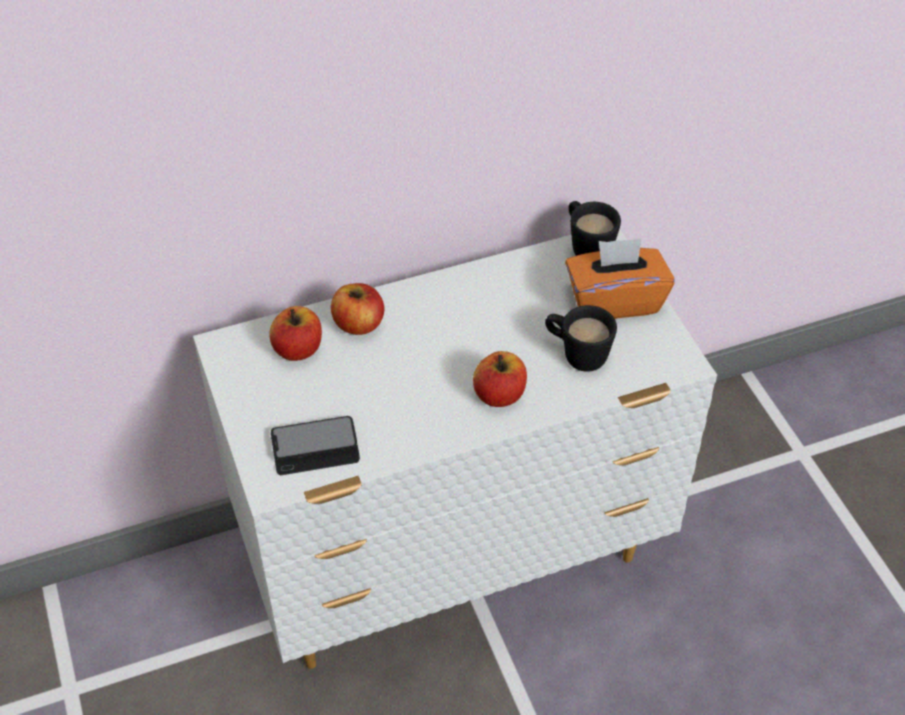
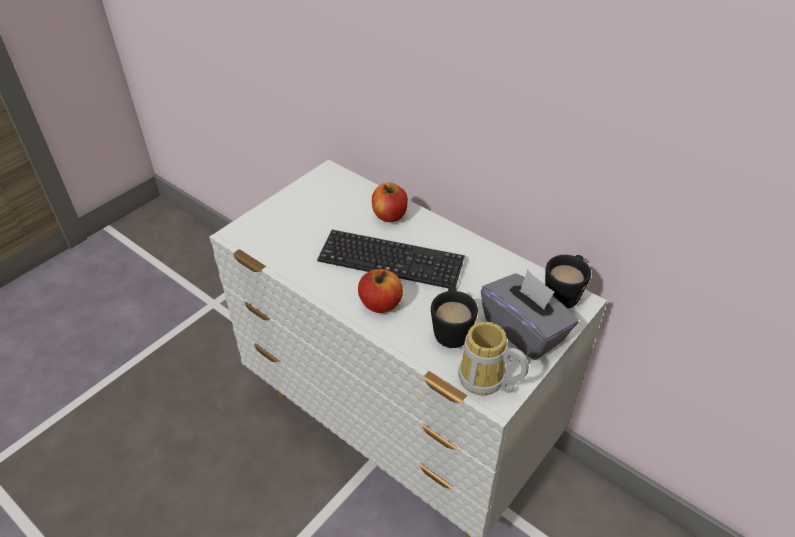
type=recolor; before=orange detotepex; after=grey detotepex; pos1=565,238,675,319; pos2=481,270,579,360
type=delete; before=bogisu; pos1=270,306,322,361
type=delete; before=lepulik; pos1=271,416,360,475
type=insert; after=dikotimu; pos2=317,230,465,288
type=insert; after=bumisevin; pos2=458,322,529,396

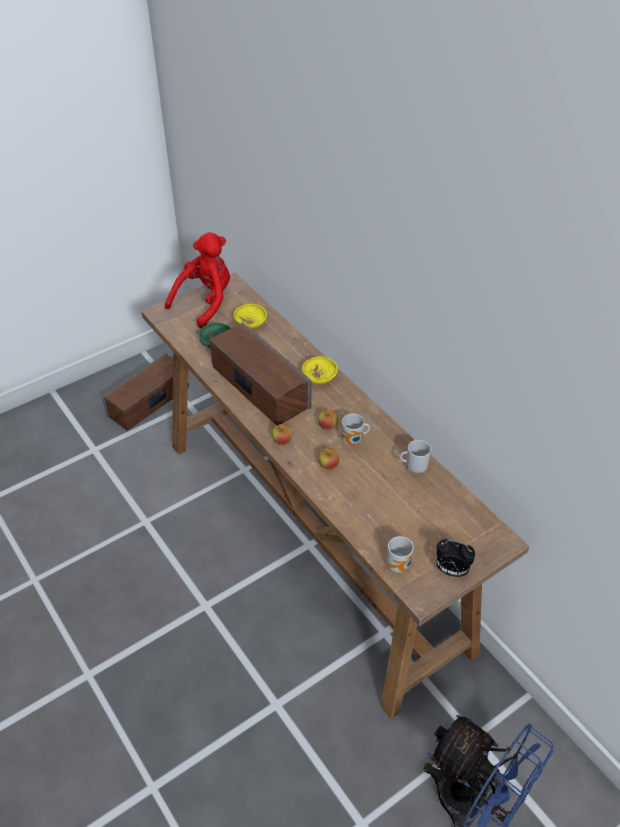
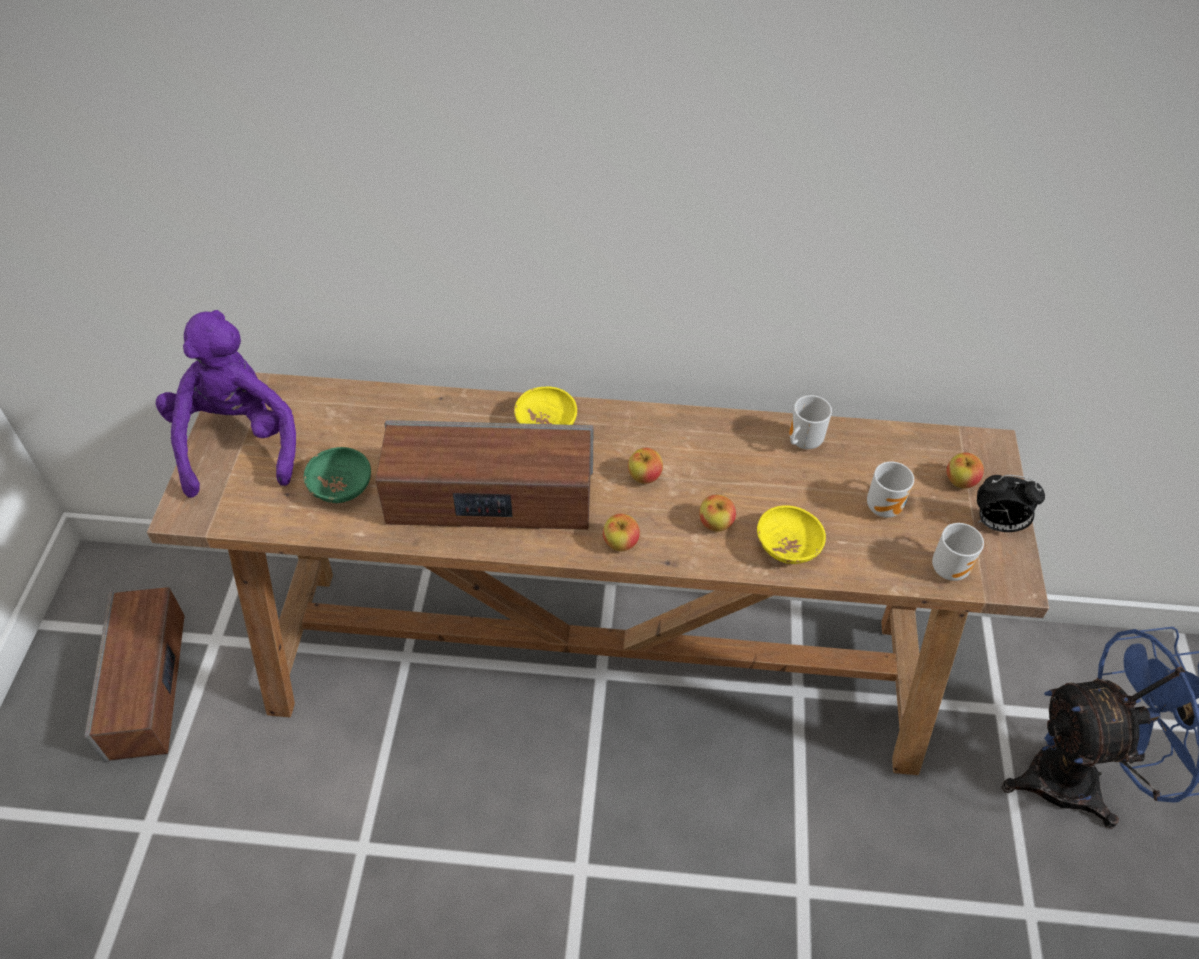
type=recolor; before=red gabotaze; after=purple gabotaze; pos1=165,232,230,328; pos2=156,310,296,498
type=move; before=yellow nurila; pos1=234,304,267,329; pos2=757,505,826,564
type=move; before=bumisevin; pos1=342,413,370,446; pos2=867,462,914,518
type=rotate; before=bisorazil; pos1=436,539,475,577; pos2=977,475,1045,532; turn=45
type=insert; after=bogisu; pos2=947,452,984,489

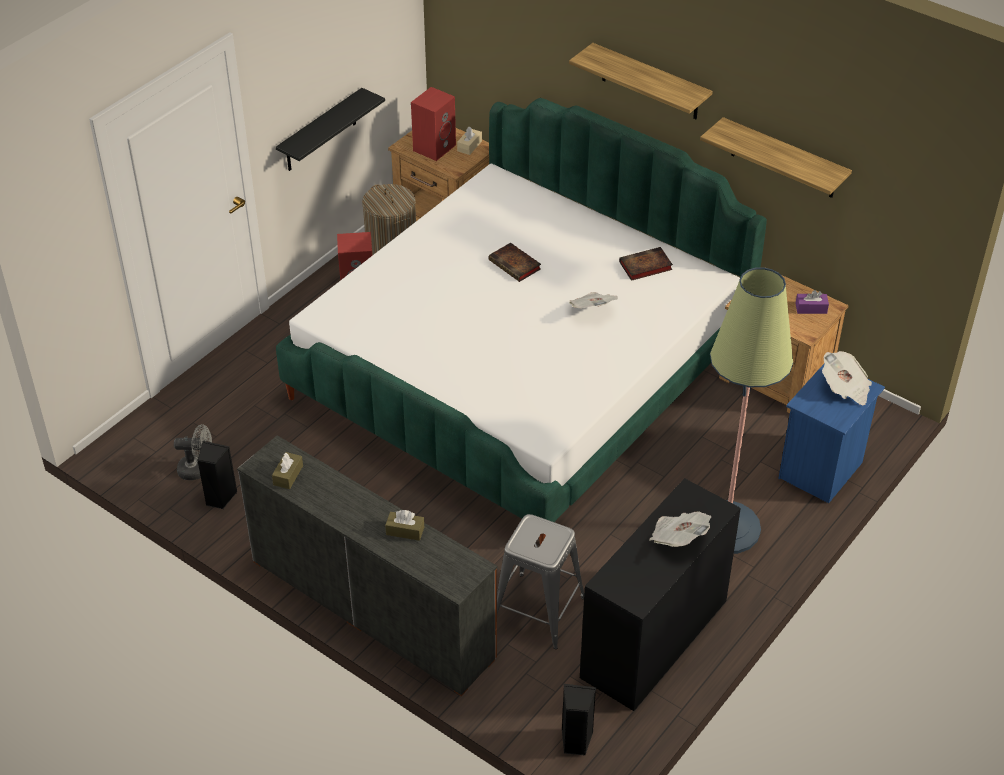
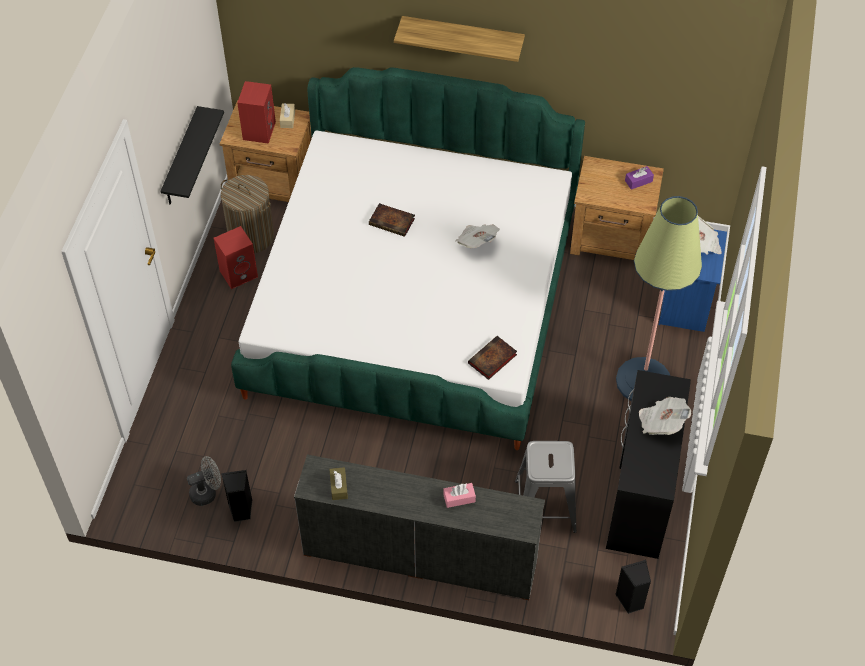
type=delete; before=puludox; pos1=700,117,852,198
type=move; before=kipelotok; pos1=619,247,673,281; pos2=468,336,517,380
type=recolor; before=brown detotepex; after=pink detotepex; pos1=385,510,424,541; pos2=443,483,476,508

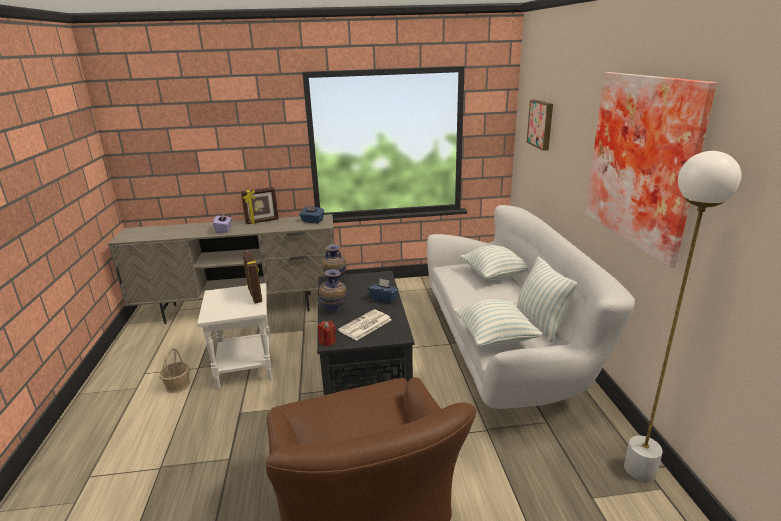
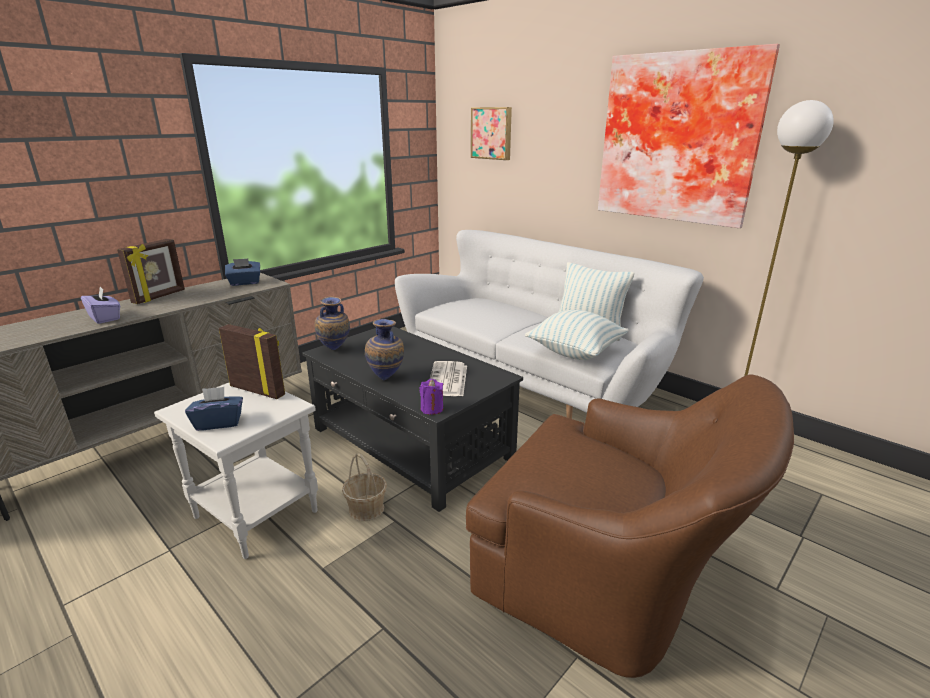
type=delete; before=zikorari; pos1=460,245,528,281
type=move; before=blue detotepex; pos1=368,279,398,303; pos2=185,387,243,431
type=recolor; before=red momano; after=purple momano; pos1=318,321,336,346; pos2=420,379,444,415
type=move; before=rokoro; pos1=159,348,190,393; pos2=342,453,387,521

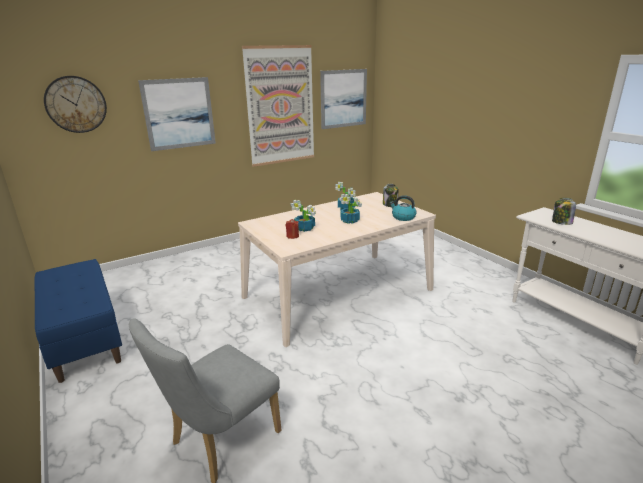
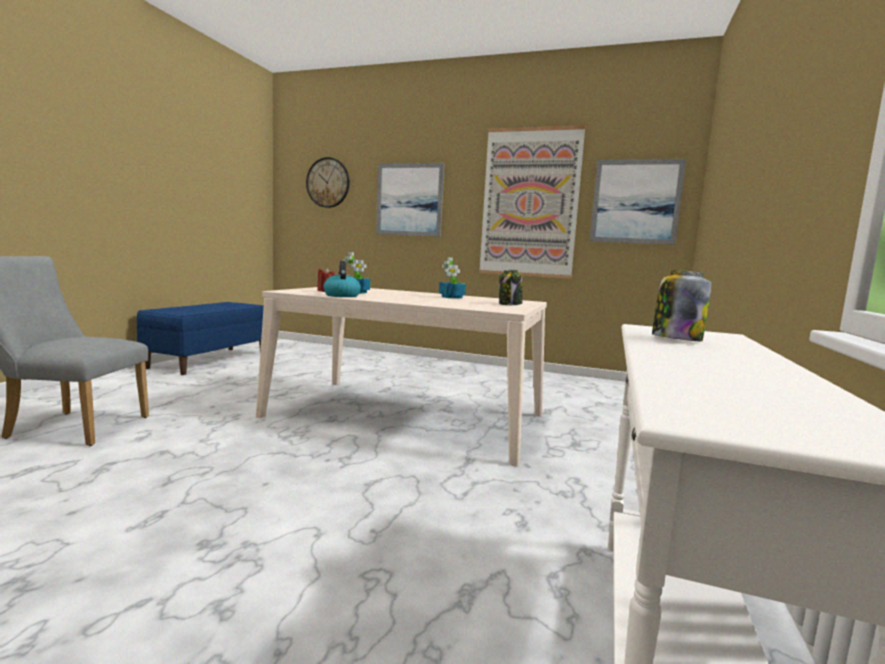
type=delete; before=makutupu; pos1=339,194,362,224
type=move; before=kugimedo; pos1=389,195,417,221; pos2=323,261,361,297

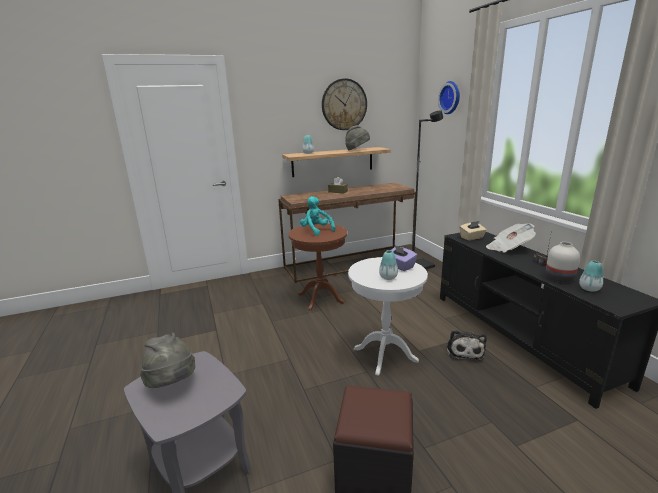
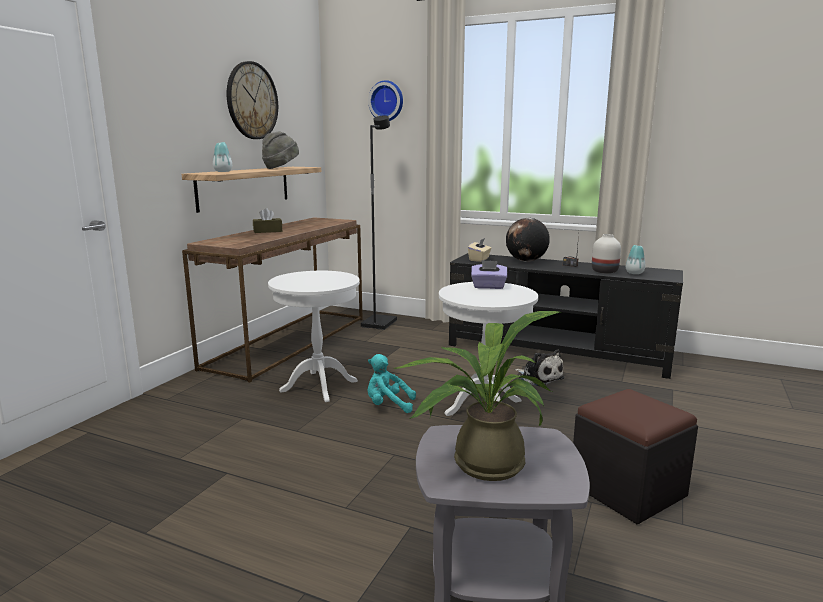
type=move; before=turquoise gabotaze; pos1=300,196,335,236; pos2=367,354,416,413
type=replace; before=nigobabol; after=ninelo; pos1=486,223,536,252; pos2=506,218,550,262
type=recolor; before=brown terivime; after=white terivime; pos1=288,224,347,311; pos2=268,271,360,402
type=delete; before=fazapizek; pos1=379,250,398,280
type=replace; before=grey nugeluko; after=makutupu; pos1=140,333,195,388; pos2=393,311,561,481

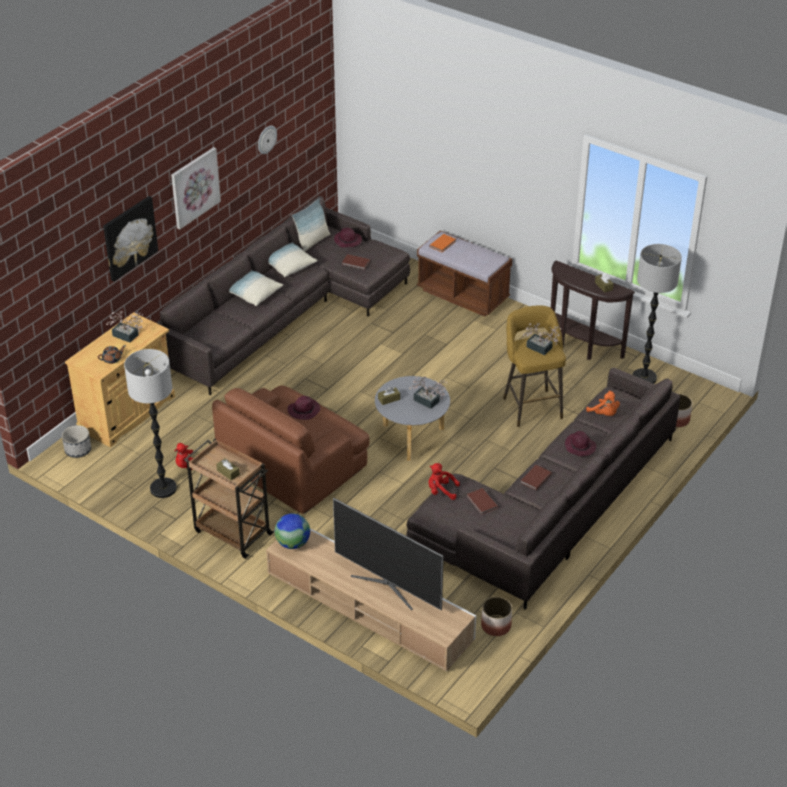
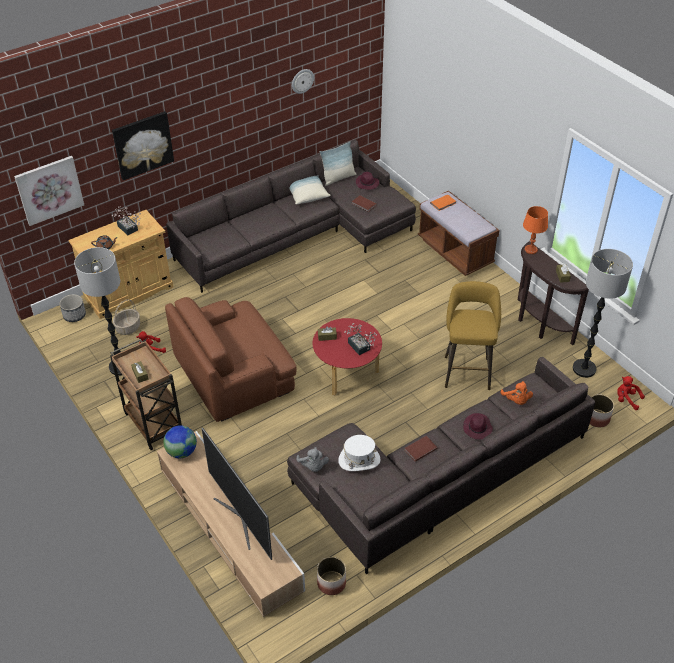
type=move; before=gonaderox; pos1=171,147,221,229; pos2=14,156,84,226
type=delete; before=zikorari; pos1=229,270,283,306
type=delete; before=makutupu; pos1=523,323,561,355
type=recolor; before=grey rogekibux; after=red rogekibux; pos1=375,376,450,461; pos2=313,318,382,396
type=delete; before=purple nugeluko; pos1=288,396,320,420
type=move; before=red gabotaze; pos1=428,463,460,500; pos2=617,376,645,410
type=replace; before=brown kipelotok; after=white nugeluko; pos1=467,488,498,514; pos2=338,435,380,471
type=insert; after=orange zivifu; pos2=523,206,548,254
type=insert; after=rokoro; pos2=113,299,140,335
type=insert; after=grey gabotaze; pos2=296,447,329,472

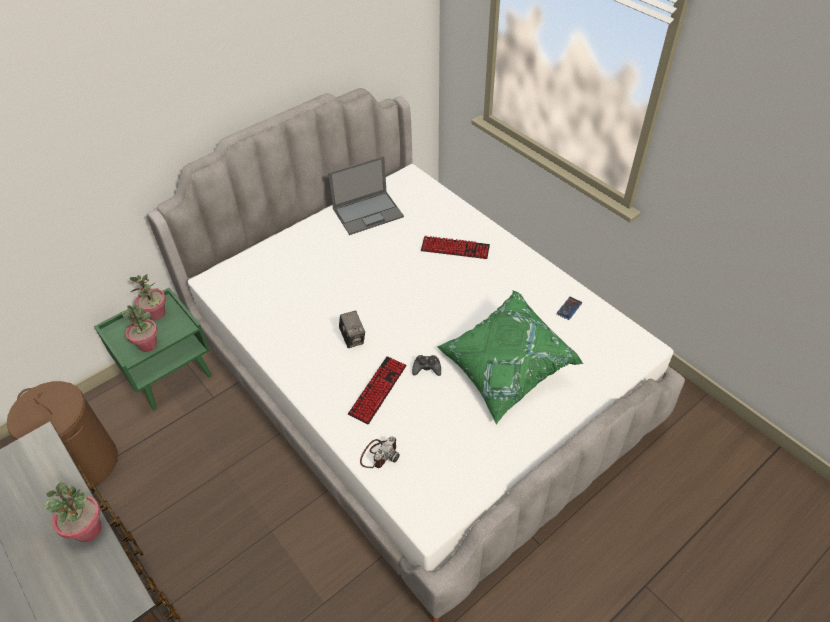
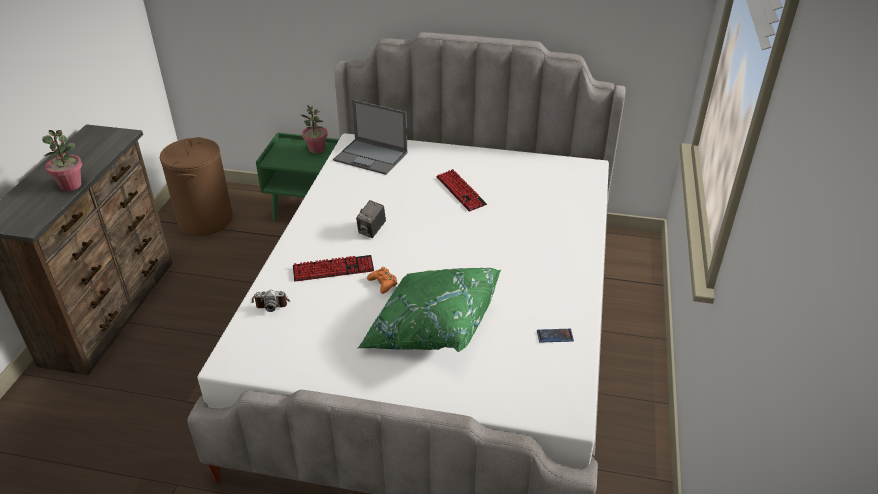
type=move; before=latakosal; pos1=328,156,404,235; pos2=333,100,408,175
type=move; before=dikotimu; pos1=421,236,490,259; pos2=436,169,487,212
type=delete; before=makutupu; pos1=122,305,158,352
type=recolor; before=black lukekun; after=orange lukekun; pos1=412,355,441,376; pos2=367,267,397,294

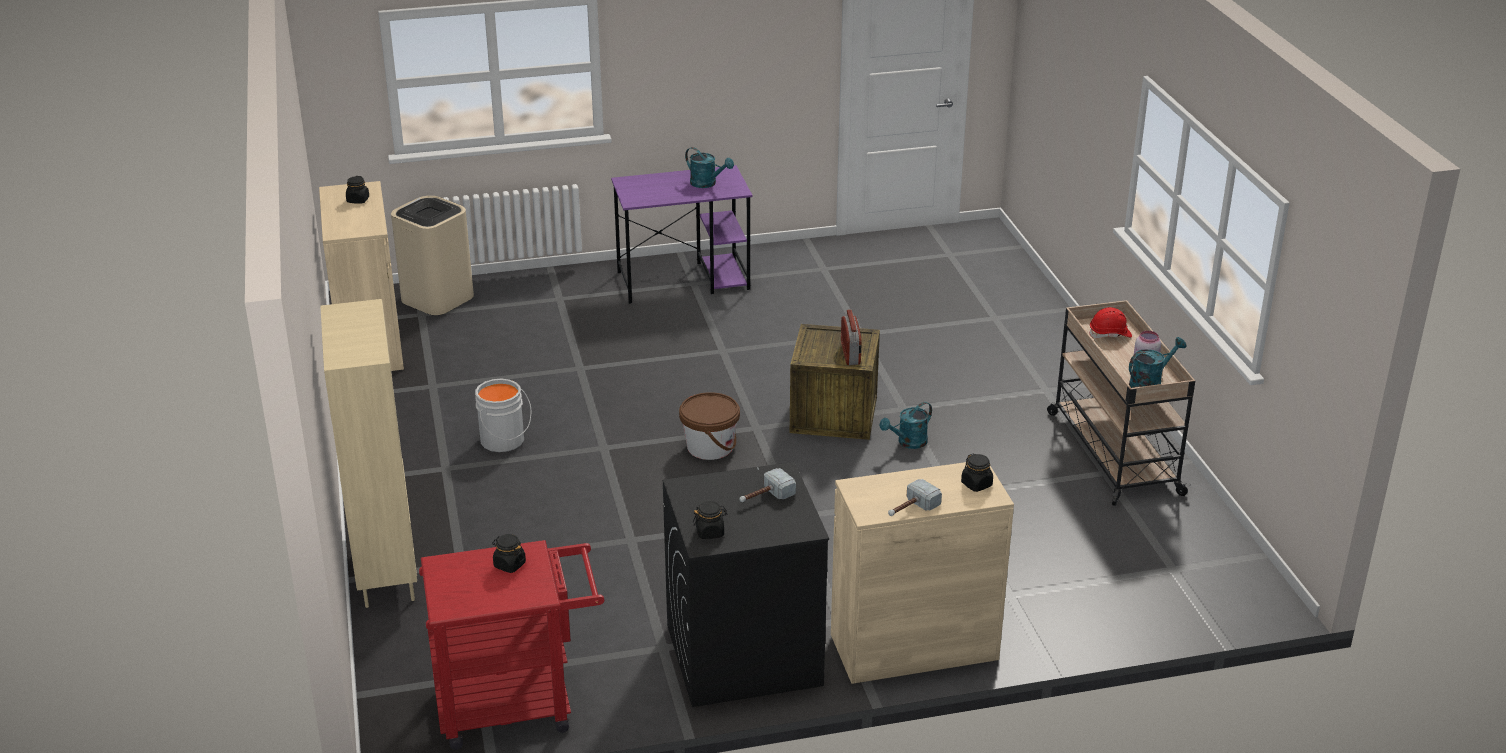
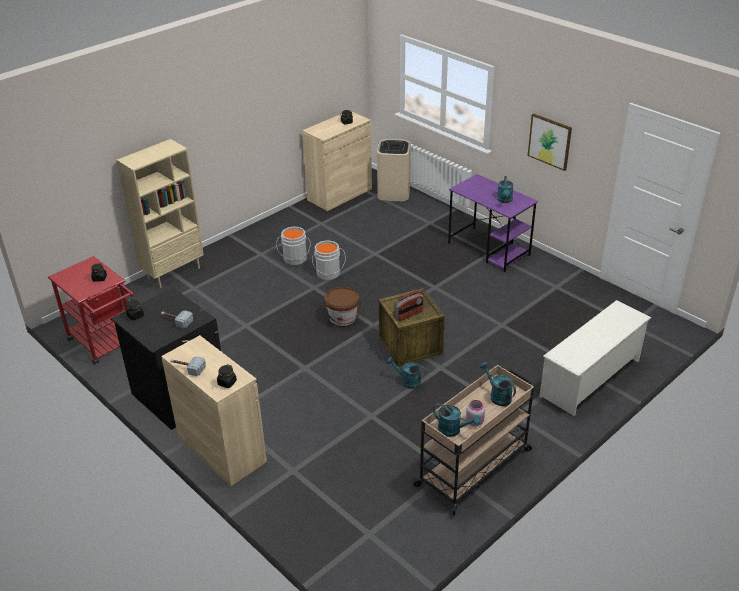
type=replace; before=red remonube; after=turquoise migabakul; pos1=1089,307,1132,338; pos2=480,362,516,406
type=insert; after=gonaderox; pos2=528,113,572,171
type=insert; after=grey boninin; pos2=312,241,346,280
type=insert; after=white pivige; pos2=539,300,652,416

